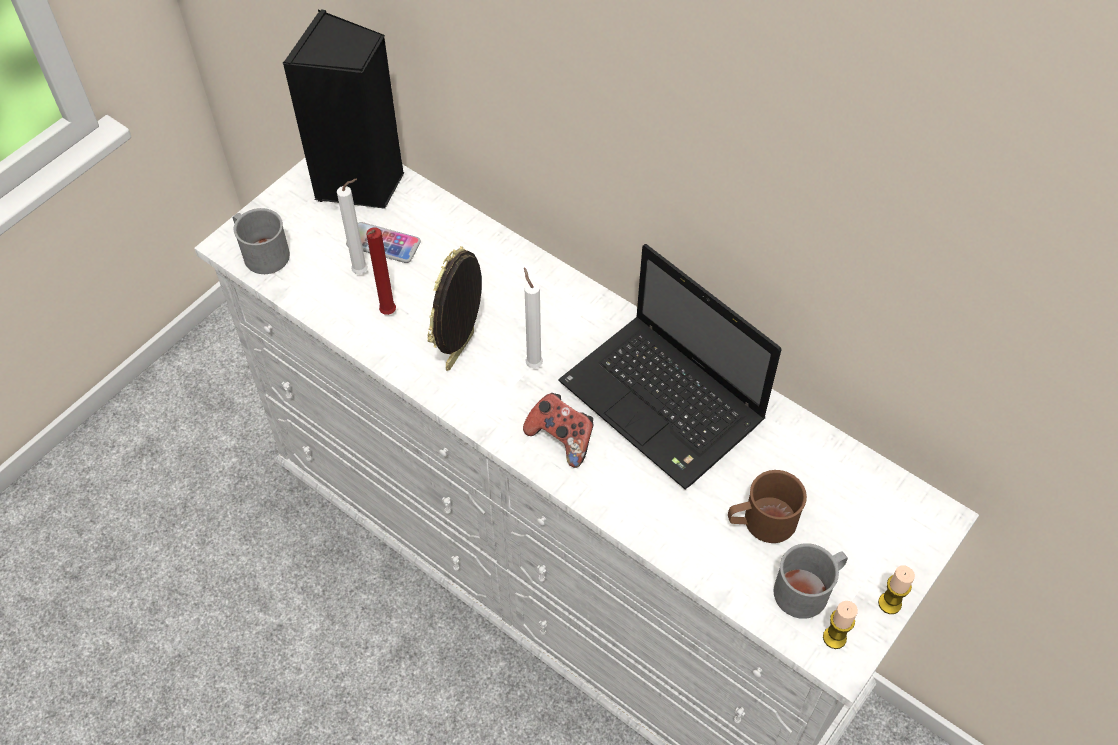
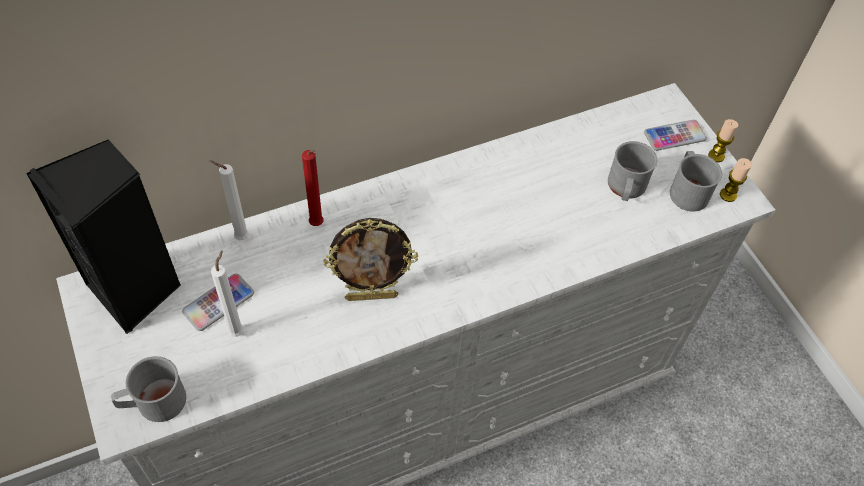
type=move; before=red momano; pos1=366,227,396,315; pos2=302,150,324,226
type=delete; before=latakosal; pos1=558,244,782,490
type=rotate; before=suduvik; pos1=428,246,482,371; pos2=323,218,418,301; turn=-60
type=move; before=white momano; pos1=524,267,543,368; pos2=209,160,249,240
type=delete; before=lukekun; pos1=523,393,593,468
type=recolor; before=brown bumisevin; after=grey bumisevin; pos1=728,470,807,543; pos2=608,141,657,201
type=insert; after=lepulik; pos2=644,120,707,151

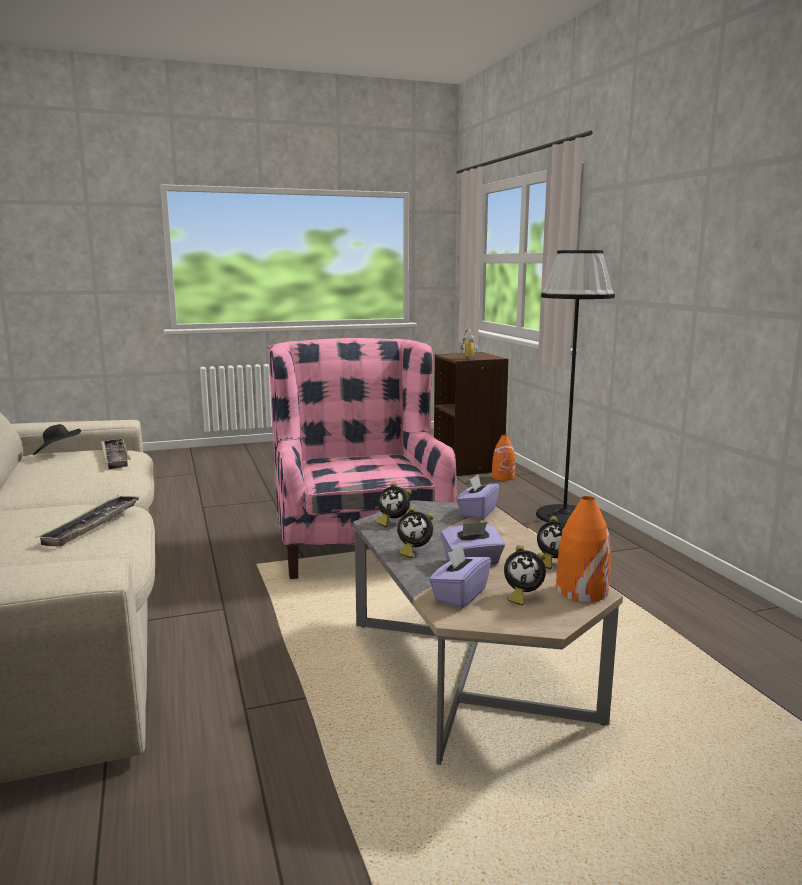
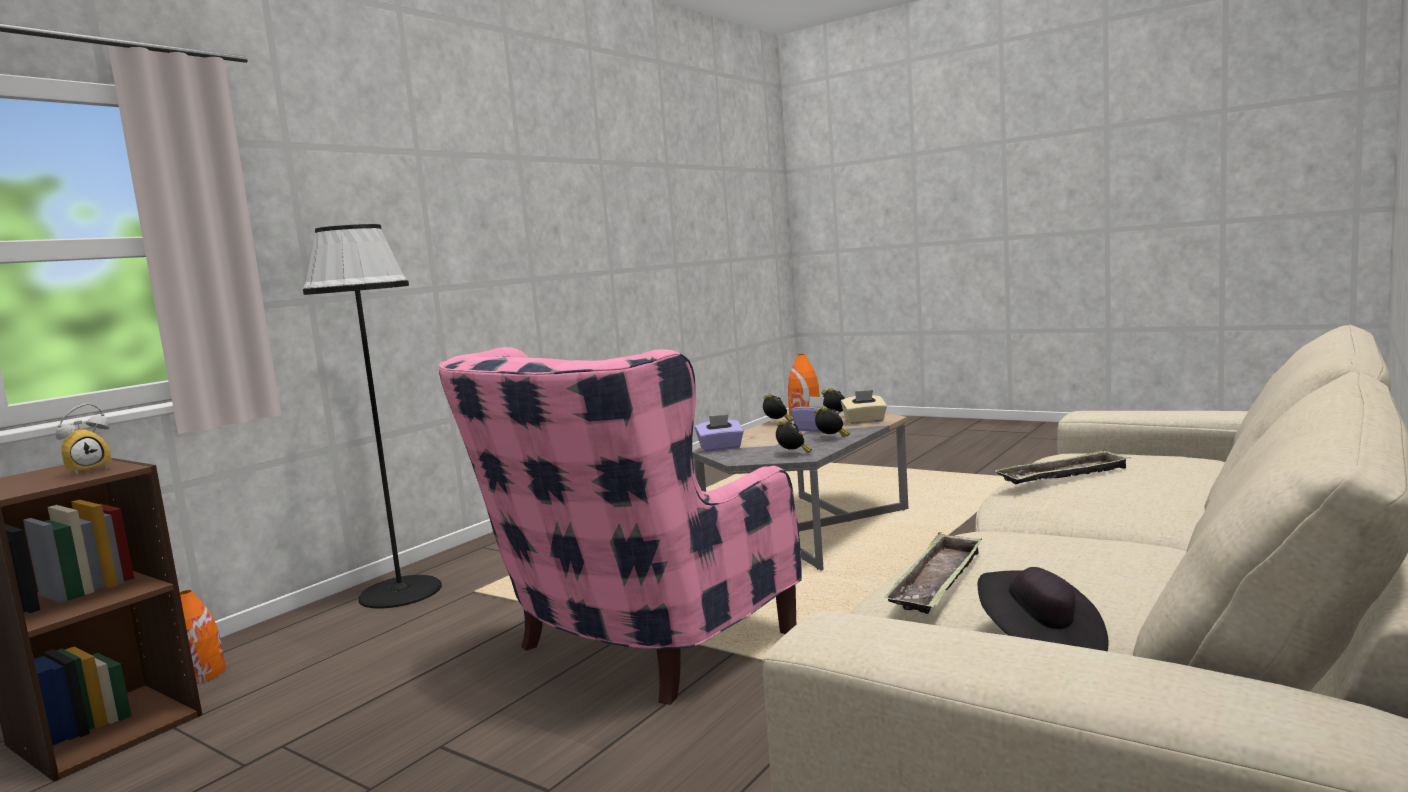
type=recolor; before=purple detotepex; after=beige detotepex; pos1=429,544,491,608; pos2=841,390,887,424

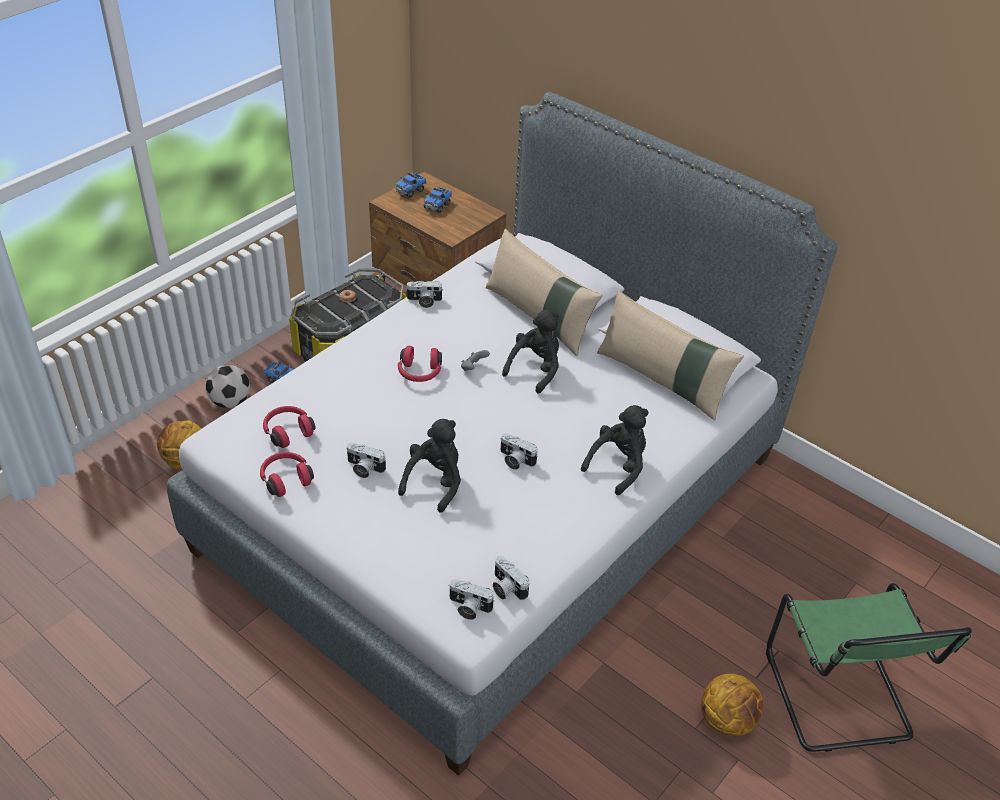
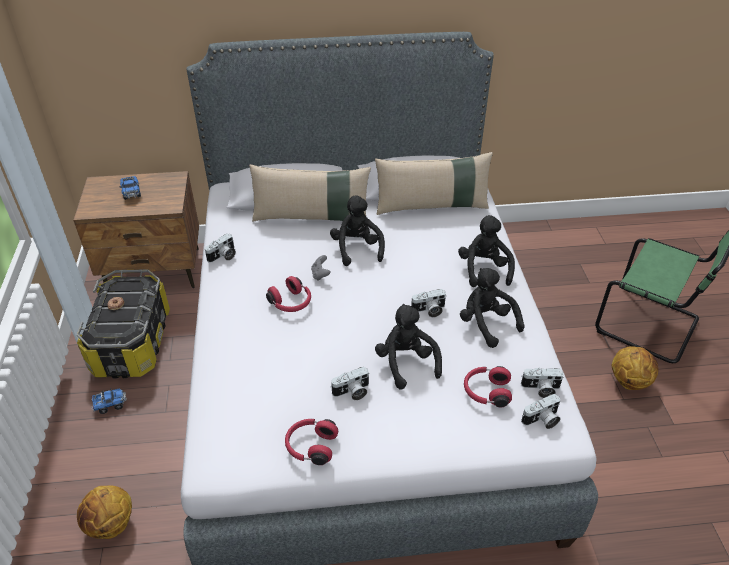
type=delete; before=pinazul; pos1=395,173,427,198
type=delete; before=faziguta; pos1=206,365,250,408
type=move; before=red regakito; pos1=263,406,316,448; pos2=464,366,512,407
type=insert; after=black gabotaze; pos2=460,268,525,348

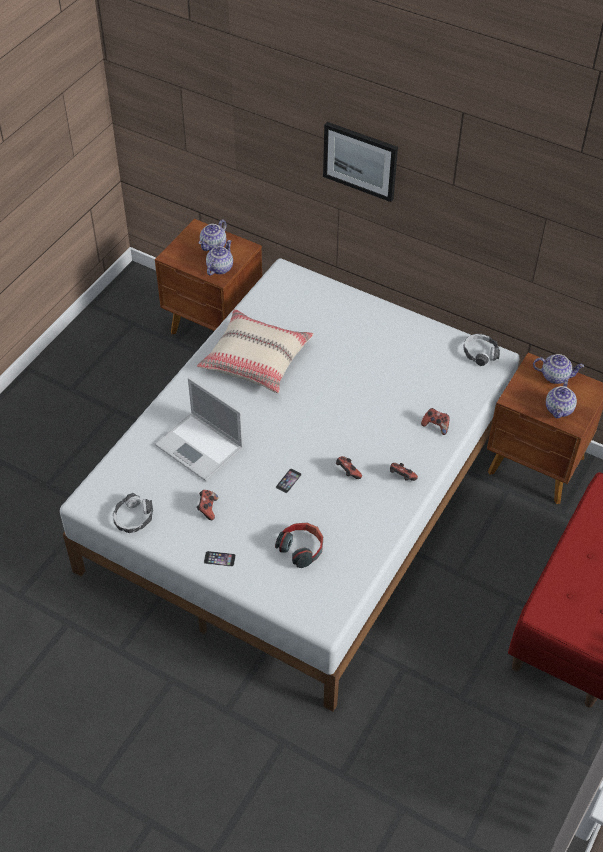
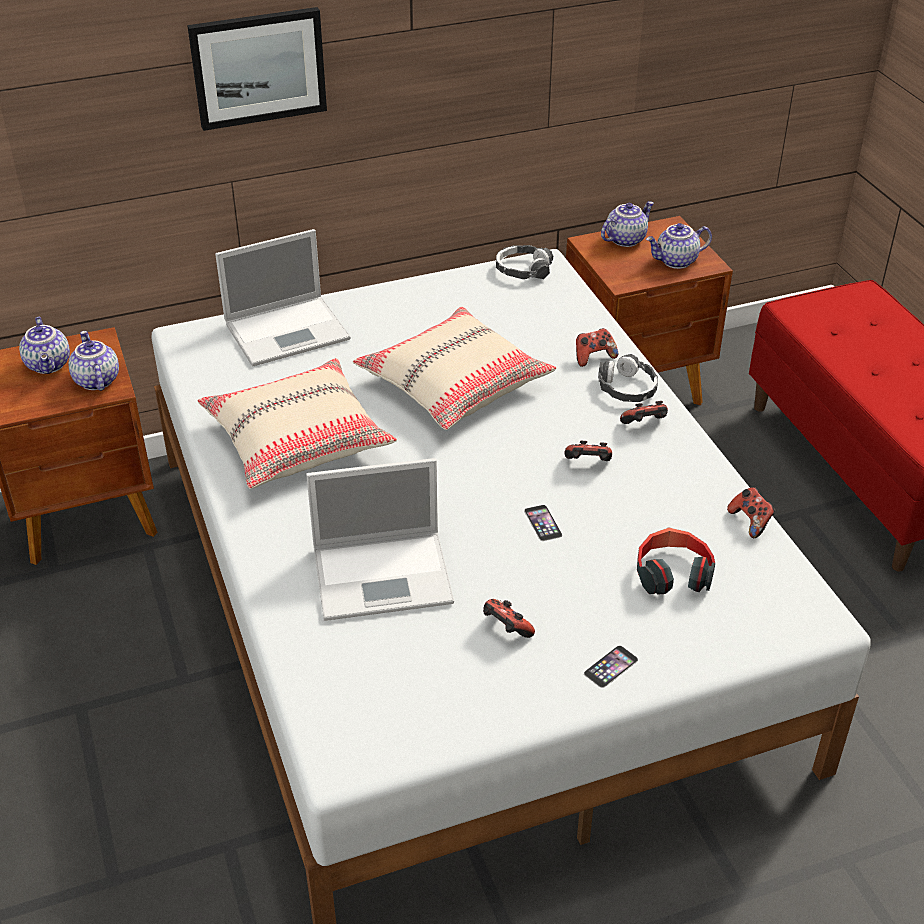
type=rotate; before=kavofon; pos1=546,379,577,418; pos2=646,223,712,269; turn=105
type=move; before=regakito; pos1=113,493,153,533; pos2=598,354,658,402
type=insert; after=latakosal; pos2=215,229,351,367
type=insert; after=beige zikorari; pos2=353,307,556,430
type=insert; after=lukekun; pos2=727,487,776,538

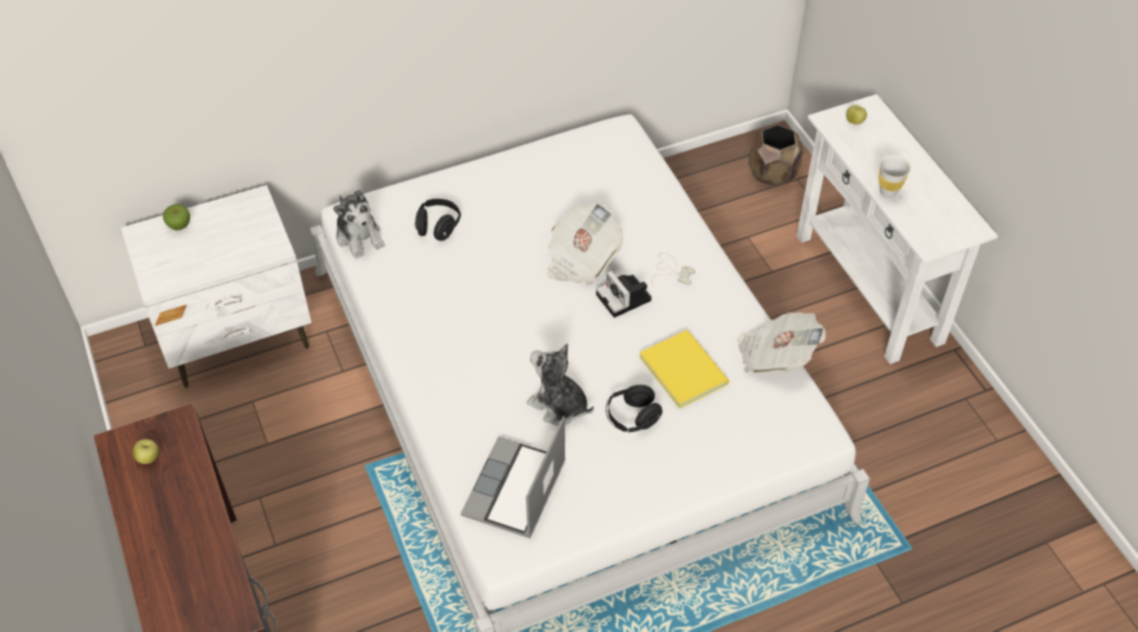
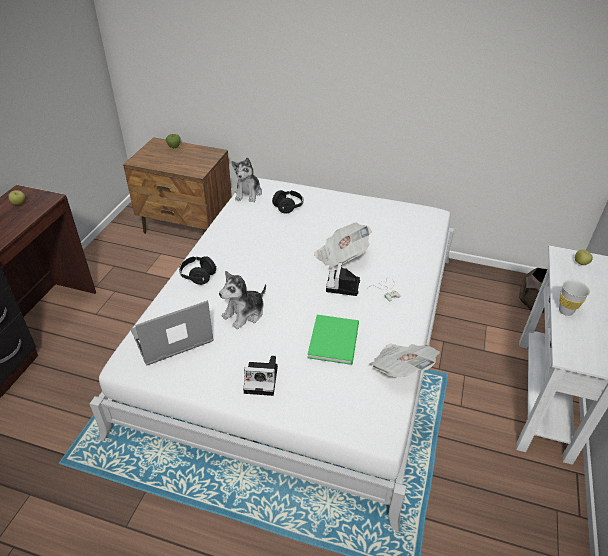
type=recolor; before=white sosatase; after=brown sosatase; pos1=121,185,312,388; pos2=123,137,232,234
type=recolor; before=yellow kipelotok; after=green kipelotok; pos1=639,330,729,409; pos2=307,315,359,365
type=rotate; before=gabotaze; pos1=527,343,594,426; pos2=219,271,266,329; turn=-120
type=move; before=black regakito; pos1=606,385,662,432; pos2=179,256,217,285
type=insert; after=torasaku; pos2=243,355,278,396

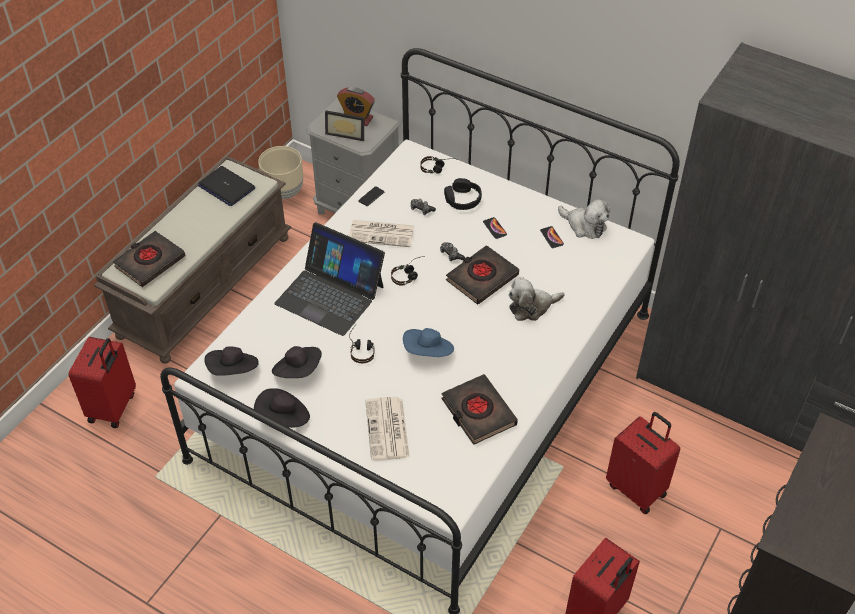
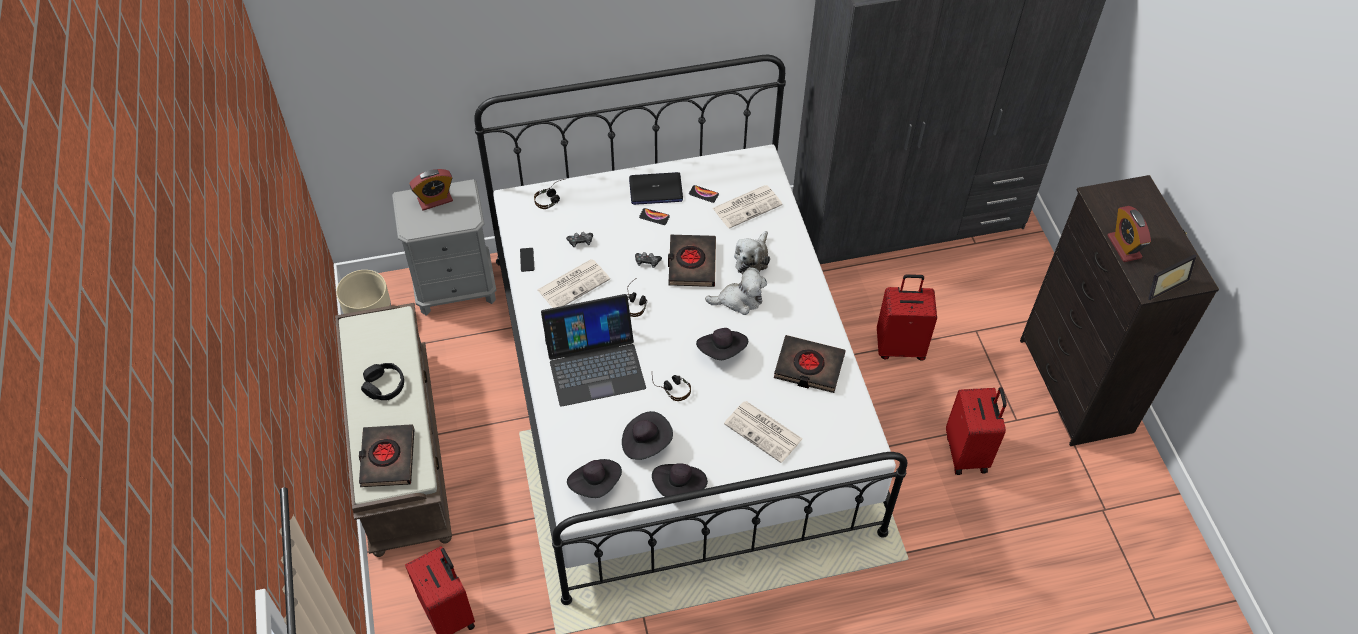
type=move; before=suduvik; pos1=325,110,364,141; pos2=1148,254,1197,300
type=move; before=latakosal; pos1=198,166,255,206; pos2=629,172,683,205
type=move; before=black regakito; pos1=444,178,482,210; pos2=361,363,404,400
type=move; before=gabotaze; pos1=558,199,610,239; pos2=705,267,767,315
type=recolor; before=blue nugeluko; after=black nugeluko; pos1=403,328,454,357; pos2=696,328,748,360
type=insert; after=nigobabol; pos2=713,185,783,229
type=insert; after=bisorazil; pos2=1107,206,1151,262

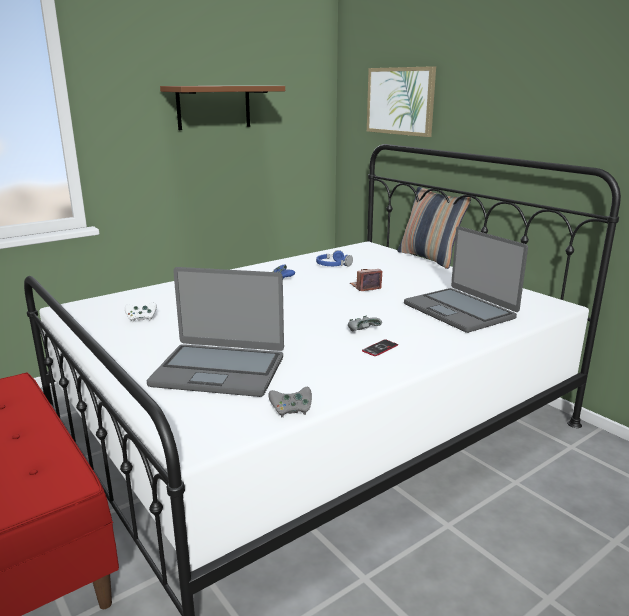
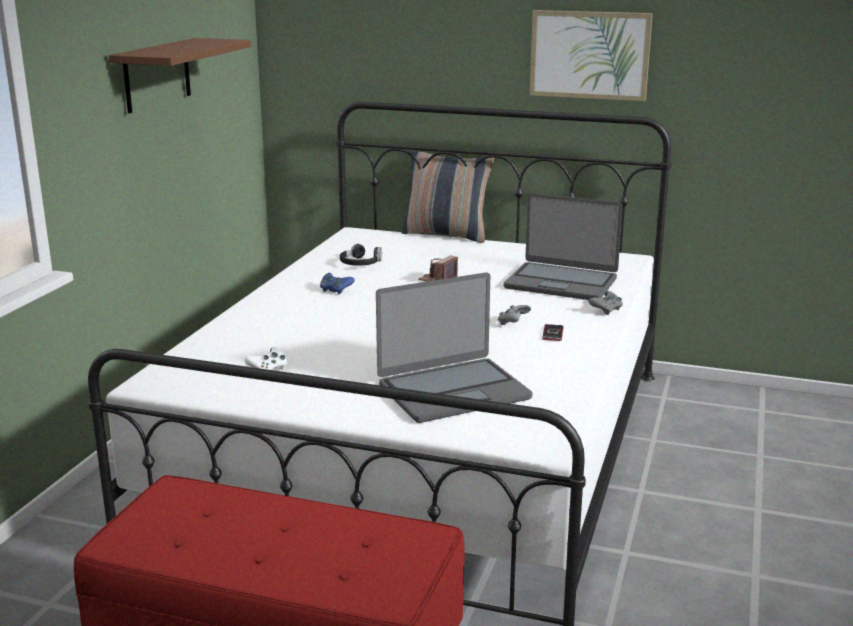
type=move; before=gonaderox; pos1=367,66,436,137; pos2=530,10,653,101
type=recolor; before=blue regakito; after=black regakito; pos1=316,250,353,267; pos2=340,244,382,266
type=move; before=grey lukekun; pos1=268,387,312,417; pos2=588,291,623,315

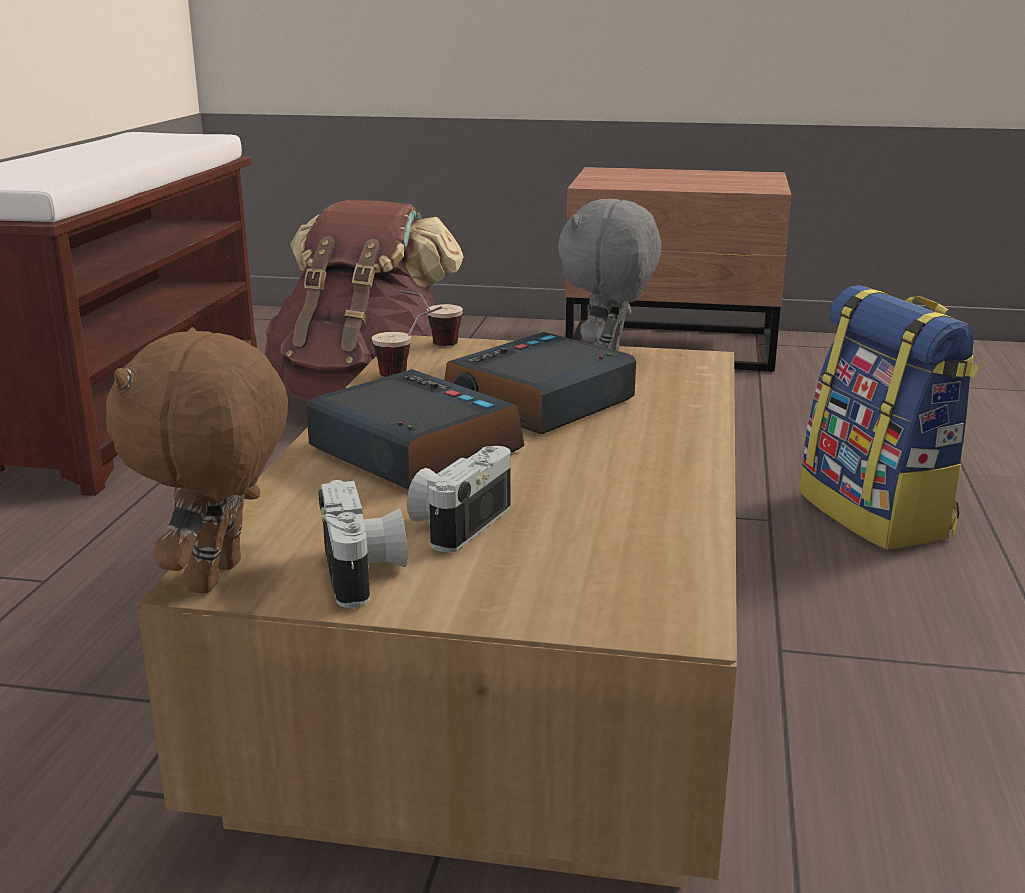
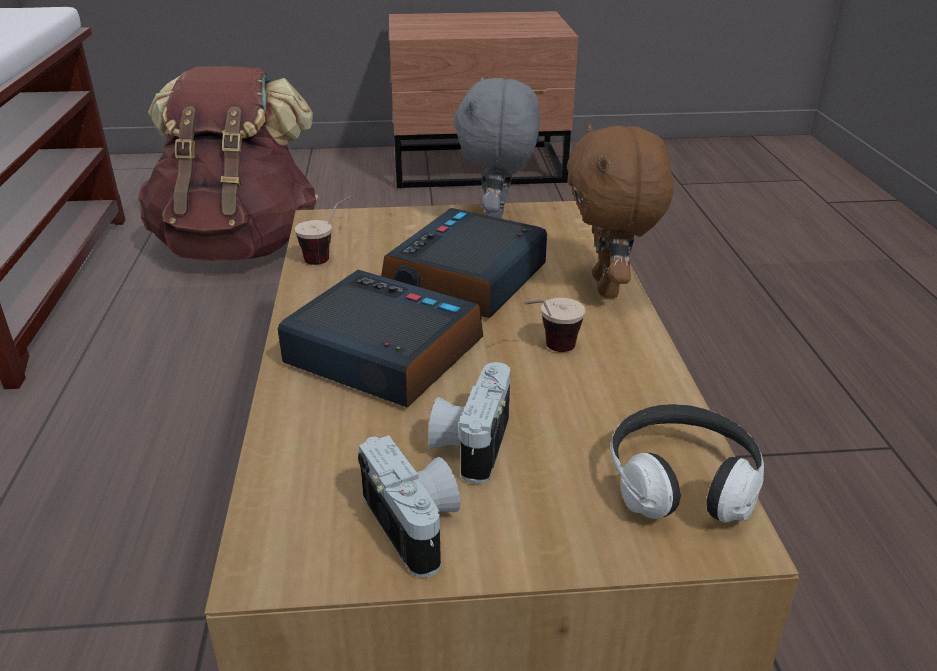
type=delete; before=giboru; pos1=799,285,978,550
type=move; before=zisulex; pos1=400,290,463,346; pos2=524,298,586,352
type=move; before=brown gabotaze; pos1=106,327,288,594; pos2=567,124,673,298
type=insert; after=regakito; pos2=611,404,764,523

